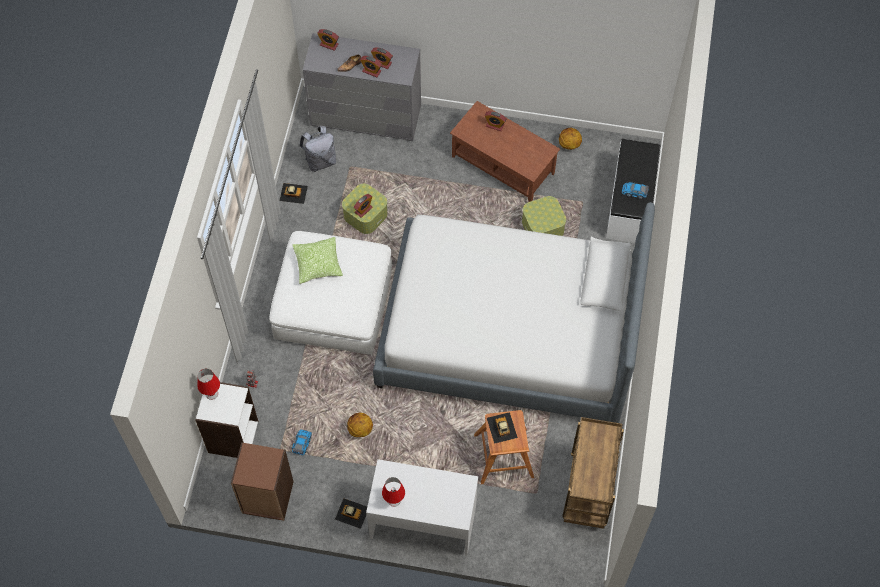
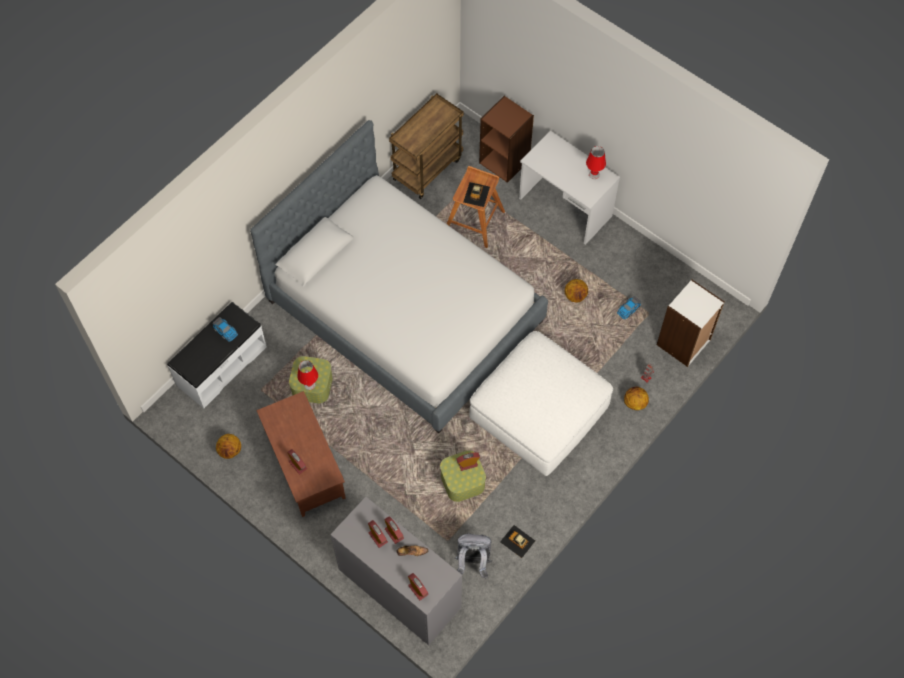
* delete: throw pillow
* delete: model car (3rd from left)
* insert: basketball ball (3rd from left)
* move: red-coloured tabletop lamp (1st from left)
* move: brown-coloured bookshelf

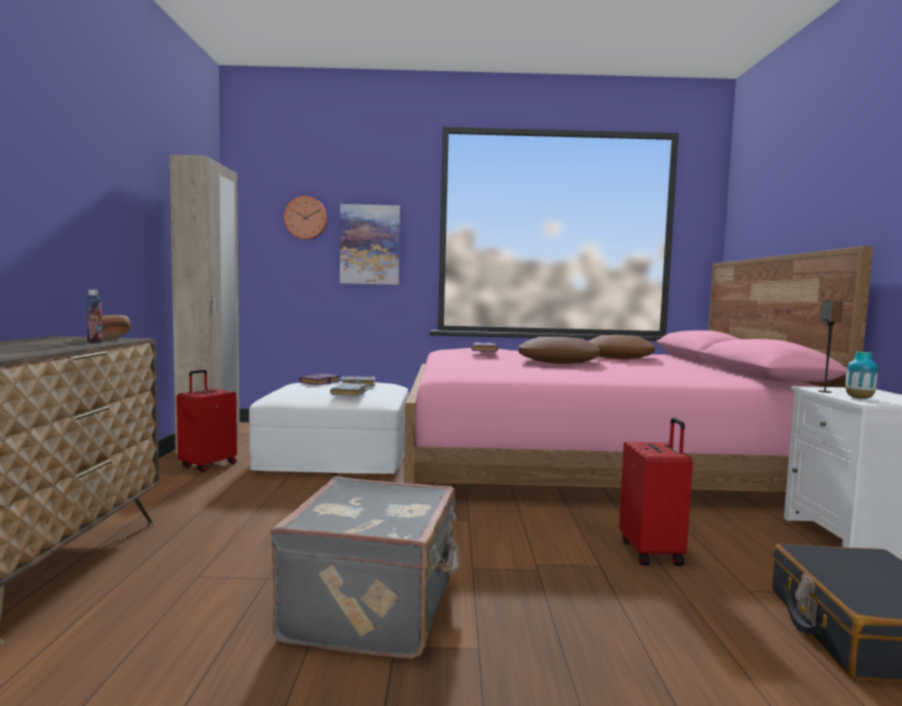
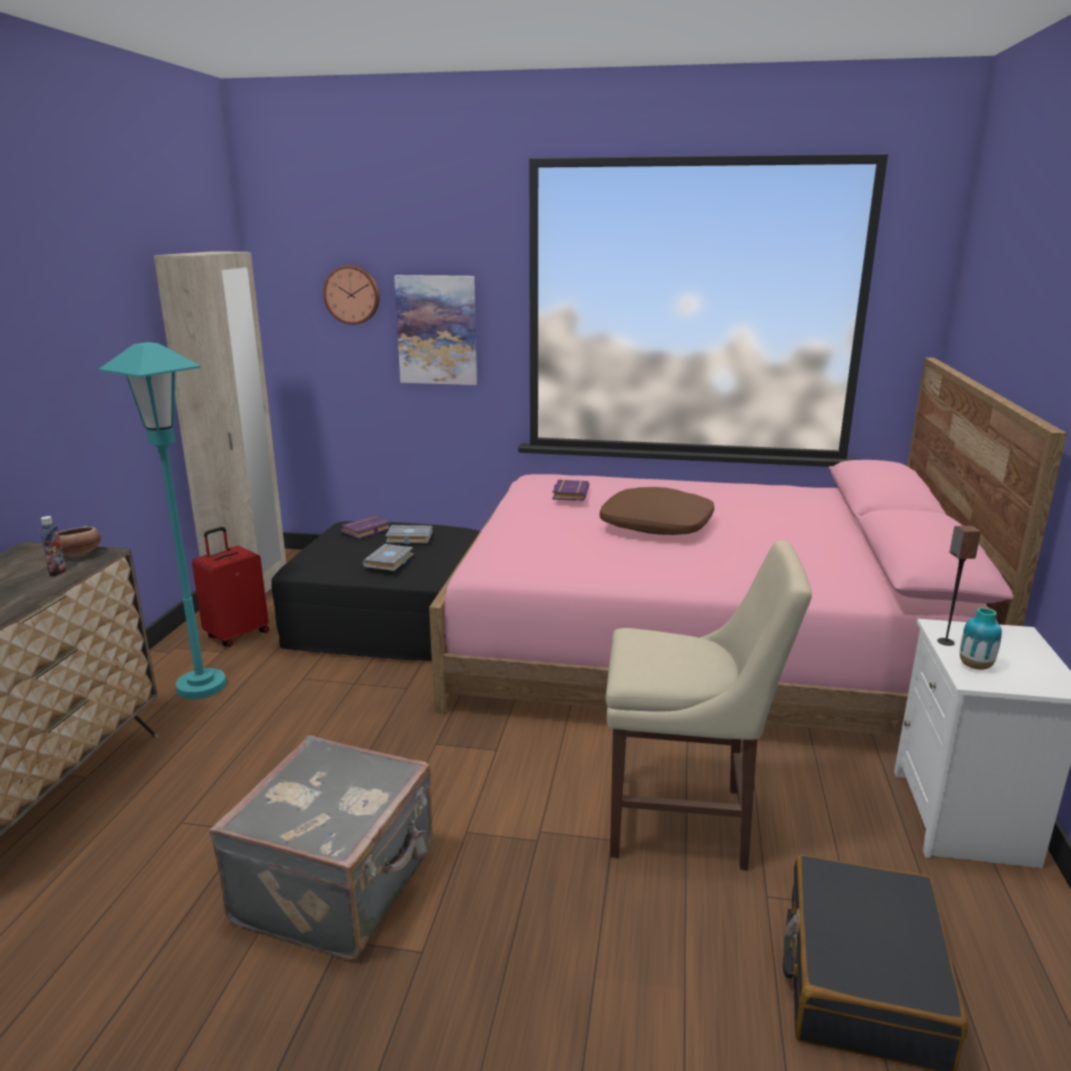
* delete: brown-coloured throw pillow (2nd from left)
* insert: turquoise floor lamp
* replace: red-coloured piece of luggage (2nd from left) to beige-coloured upright chair
* recolor: whitish footrest to blackish footrest

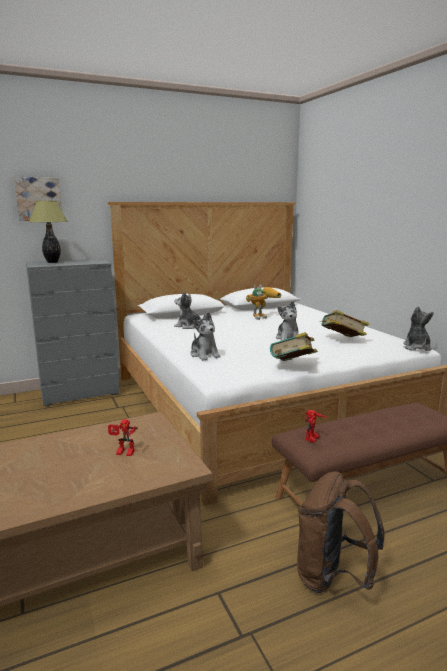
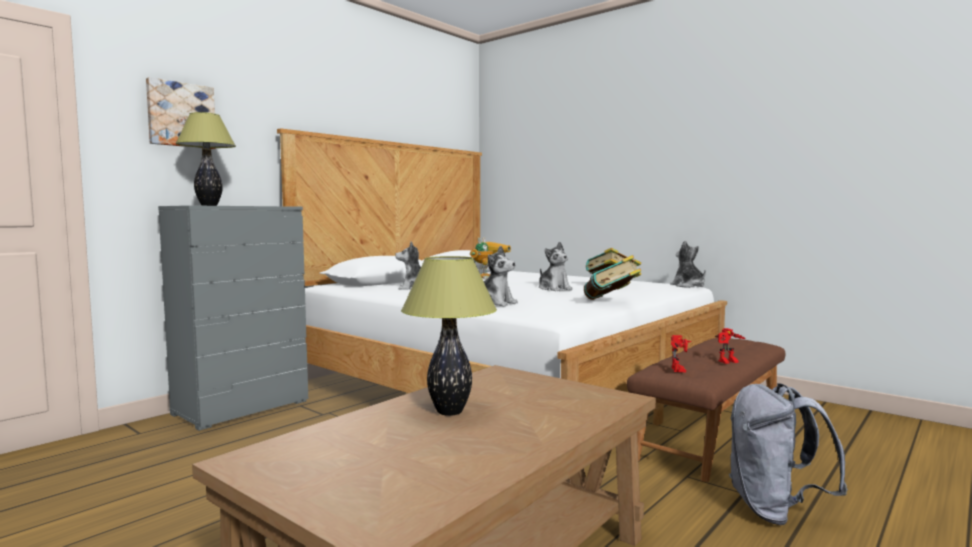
* insert: tabletop lamp (2nd from left)
* move: toy robot (1st from left in the first image) to toy robot (3rd from left)
* recolor: brown-coloured backpack to greyish backpack

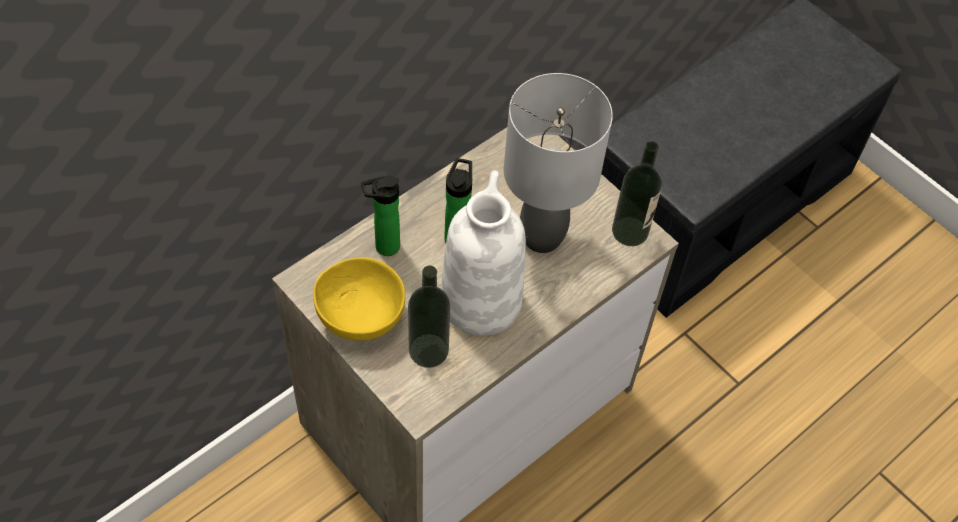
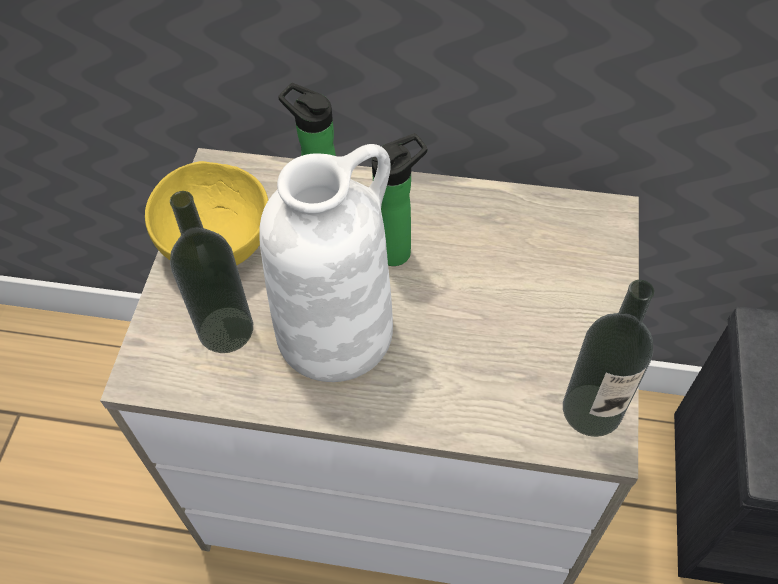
* delete: greyish tabletop lamp

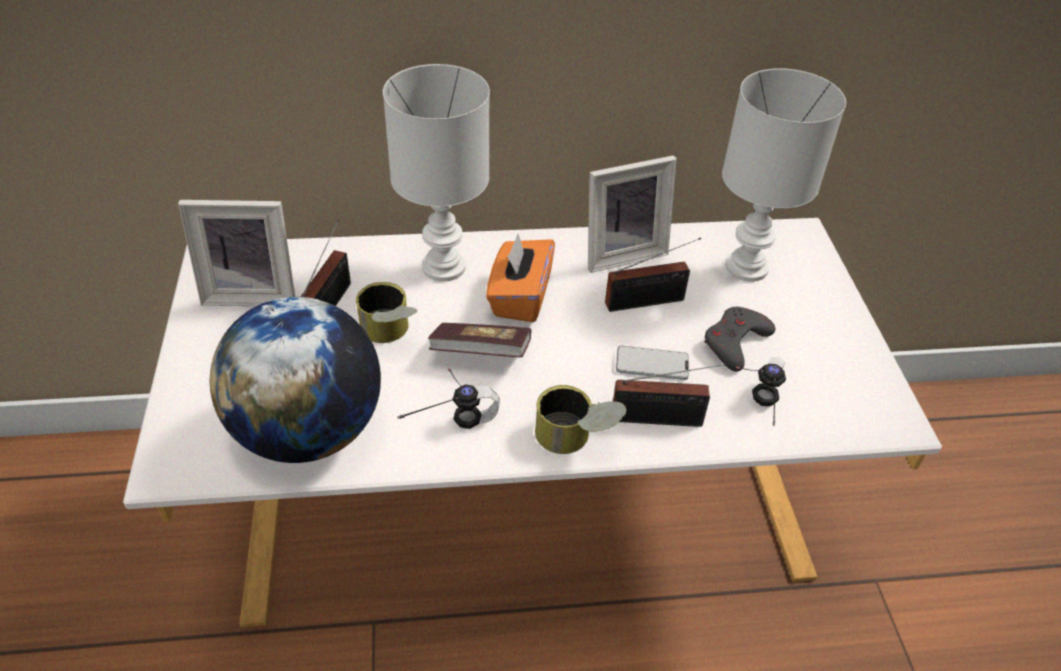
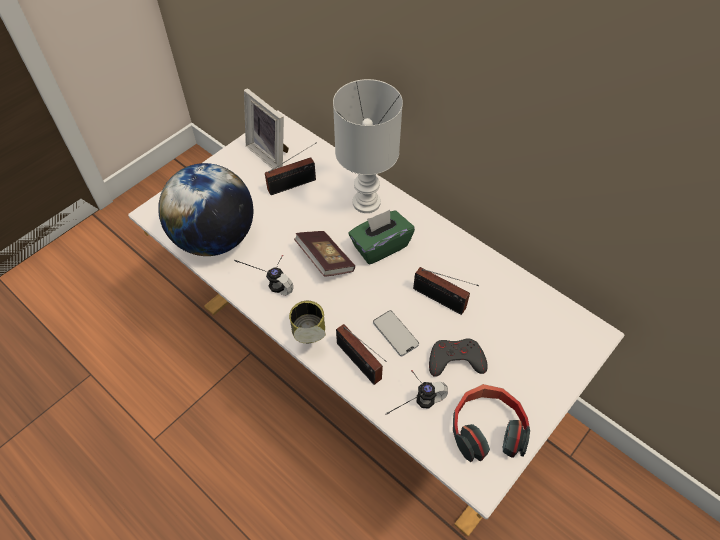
* delete: sealed can (1st from left)
* delete: standing frame (2nd from left)
* delete: whitish tabletop lamp (2nd from left)
* insert: headset (3rd from left)
* recolor: orange tissue holder to greenish tissue holder

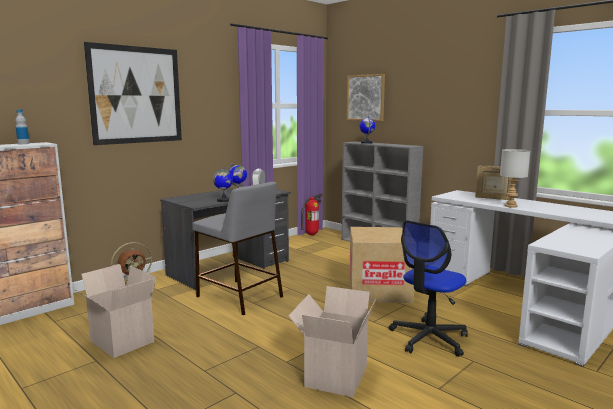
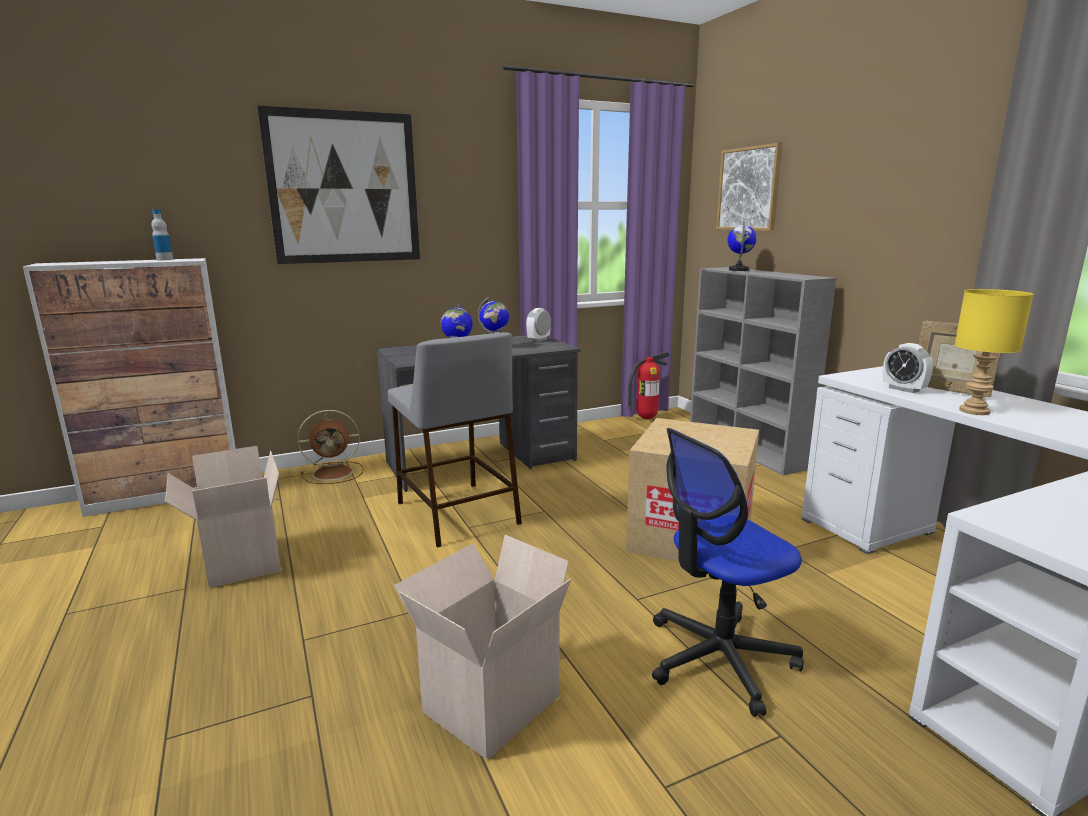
* insert: alarm clock (2nd from left)
* recolor: greyish tabletop lamp to yellow-coloured tabletop lamp

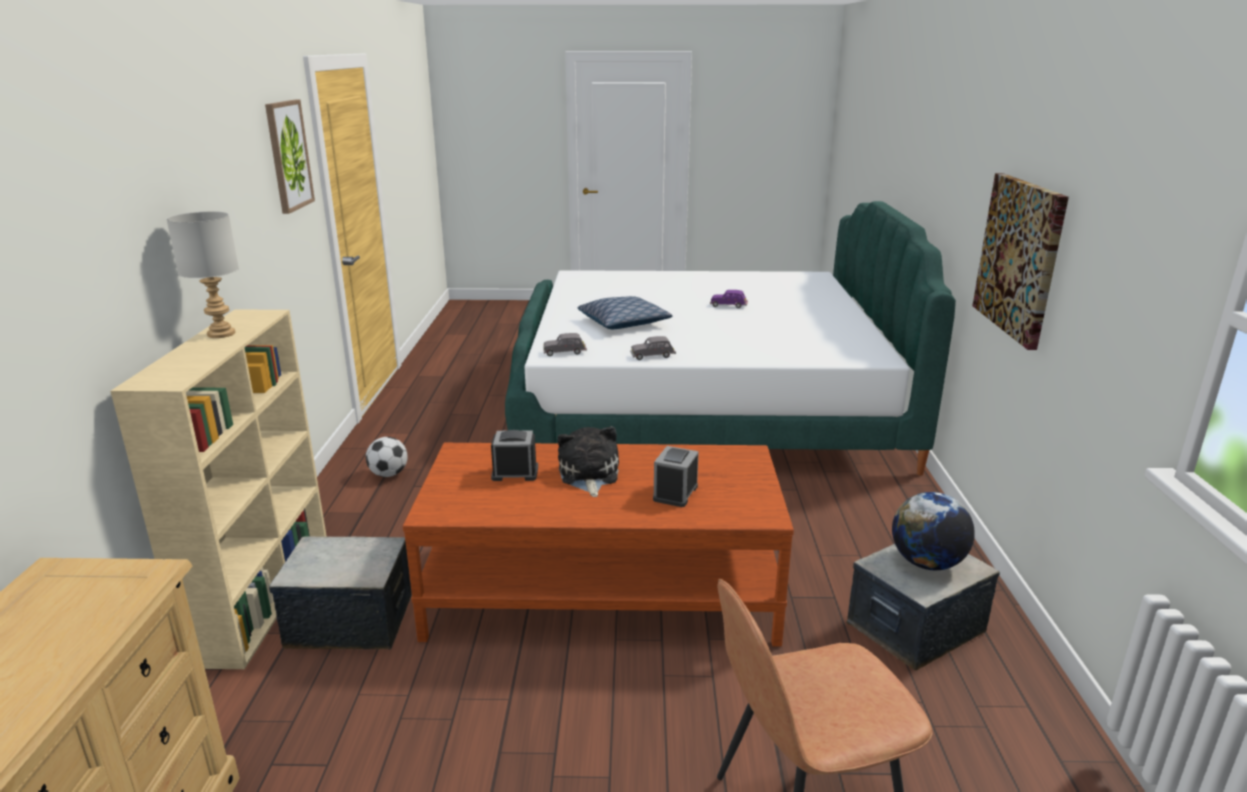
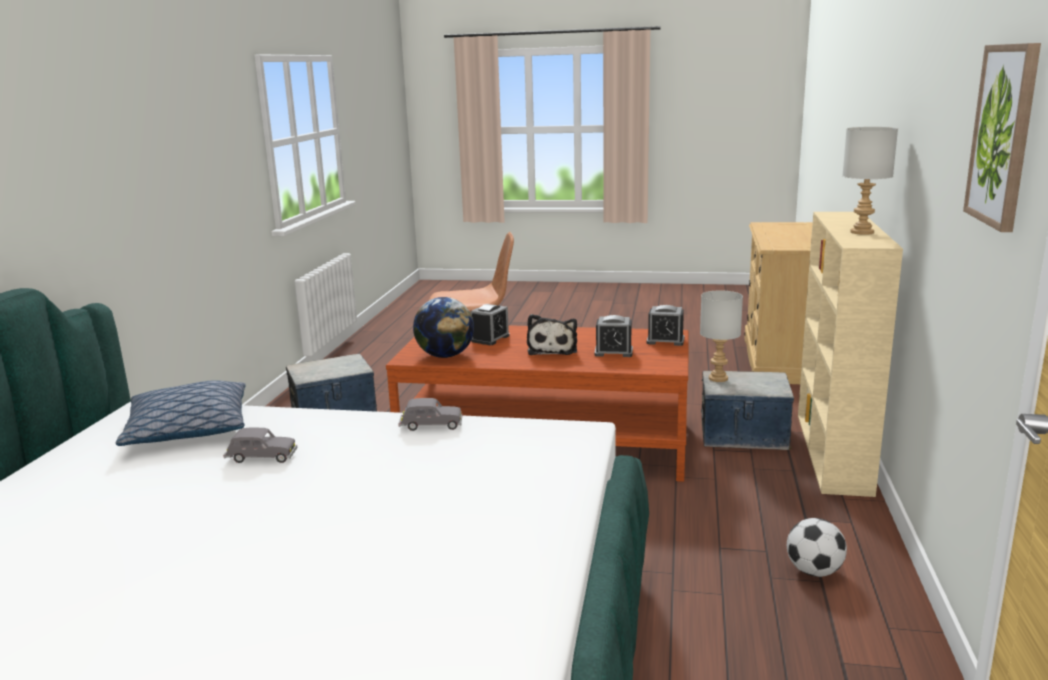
* delete: purplish model car
* delete: picture (2nd from left)
* insert: alarm clock (3rd from left)
* insert: greyish tabletop lamp (1st from left)
* move: greyish model car (1st from left)
* move: throw pillow
* move: world globe

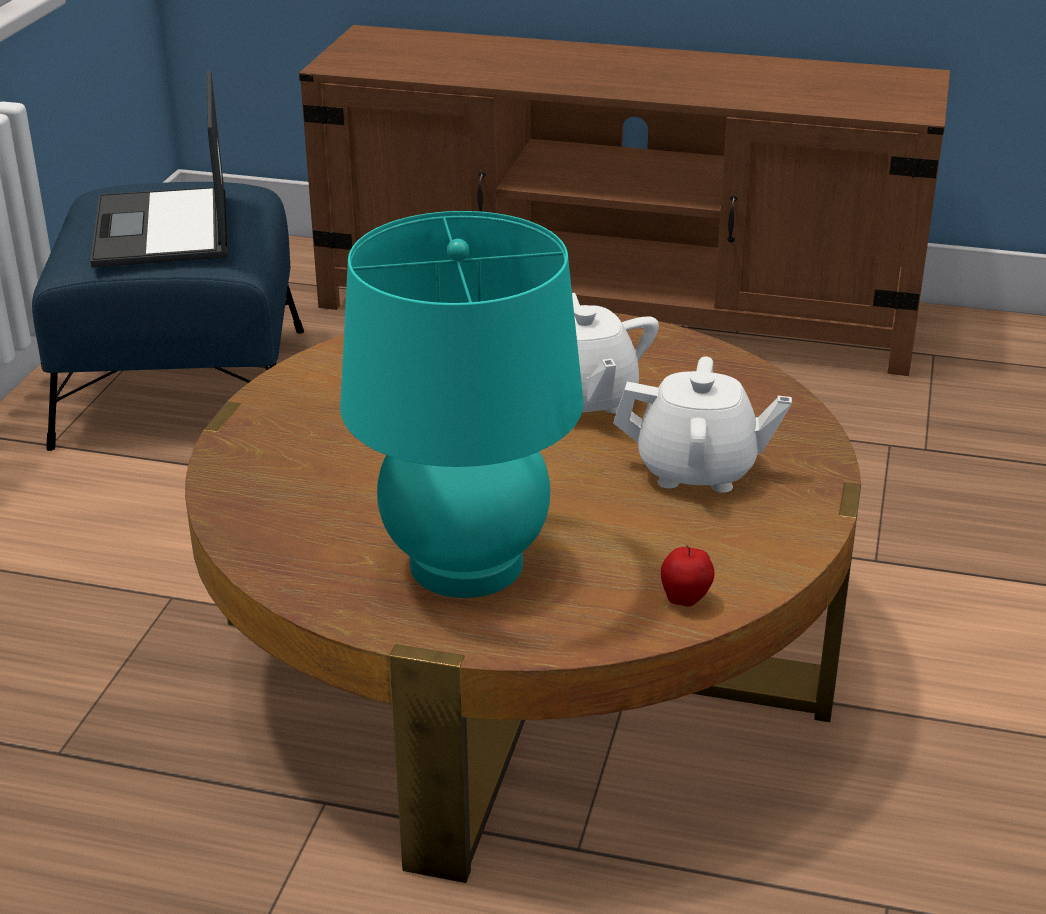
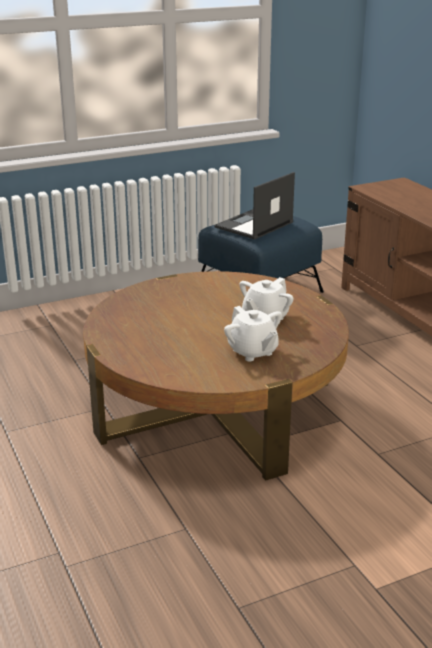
* delete: turquoise tabletop lamp
* delete: apple fruit

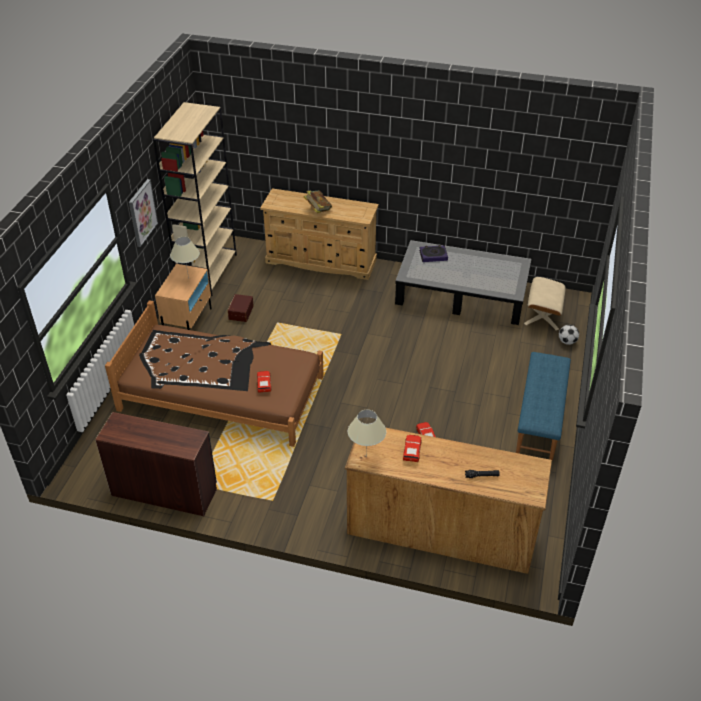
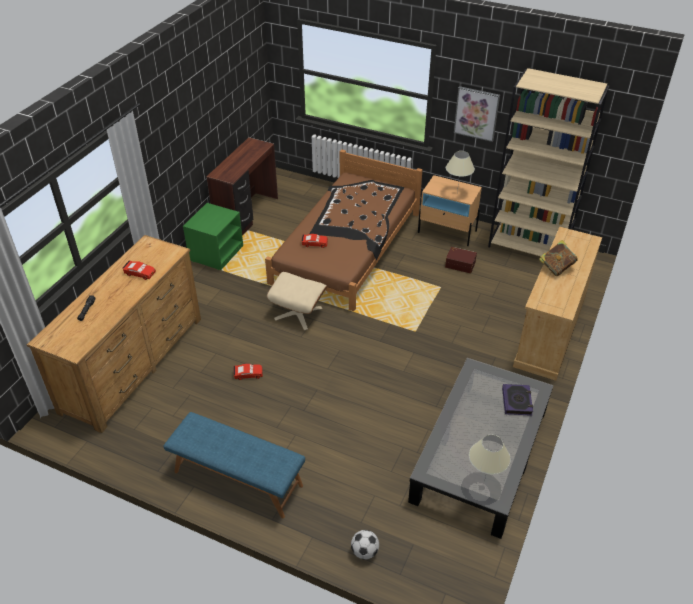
* insert: greenish bedside table
* move: beige-coloured tabletop lamp (2nd from left)
* move: beige-coloured footrest

